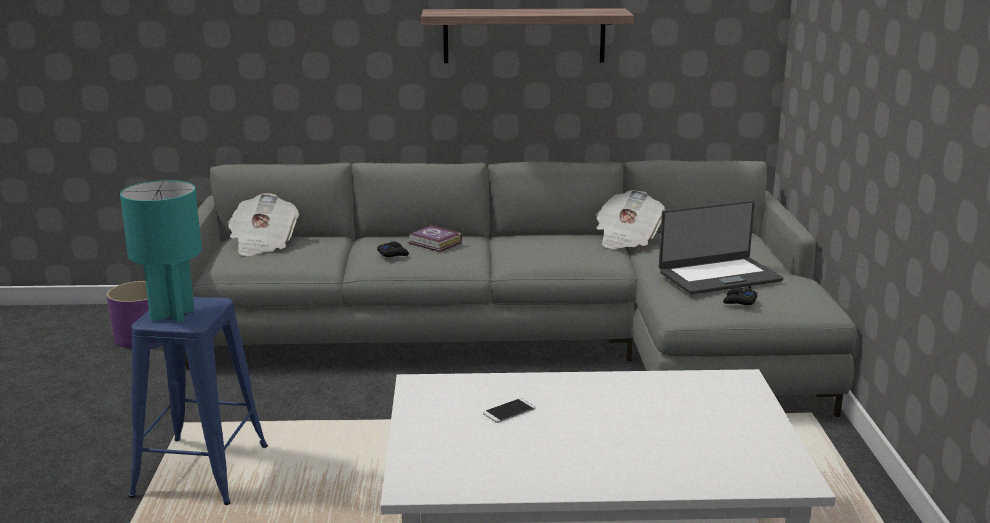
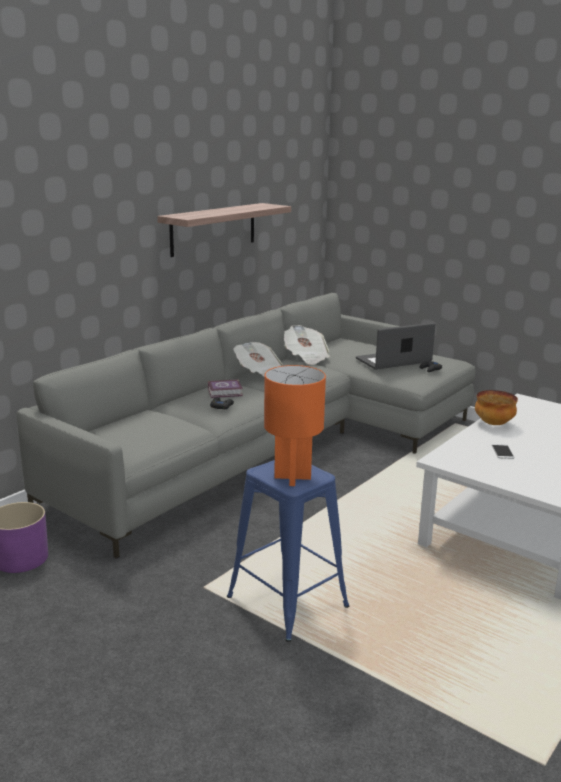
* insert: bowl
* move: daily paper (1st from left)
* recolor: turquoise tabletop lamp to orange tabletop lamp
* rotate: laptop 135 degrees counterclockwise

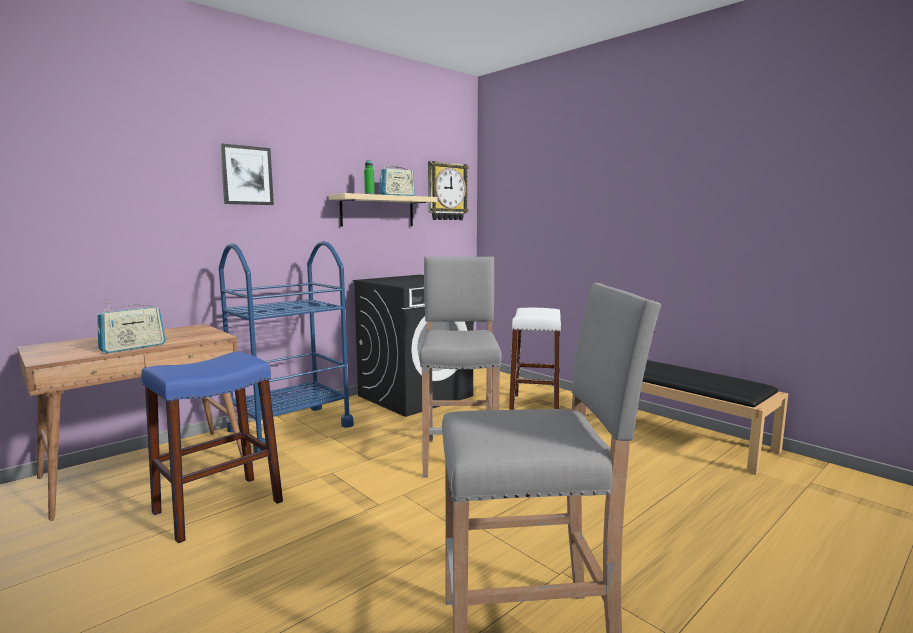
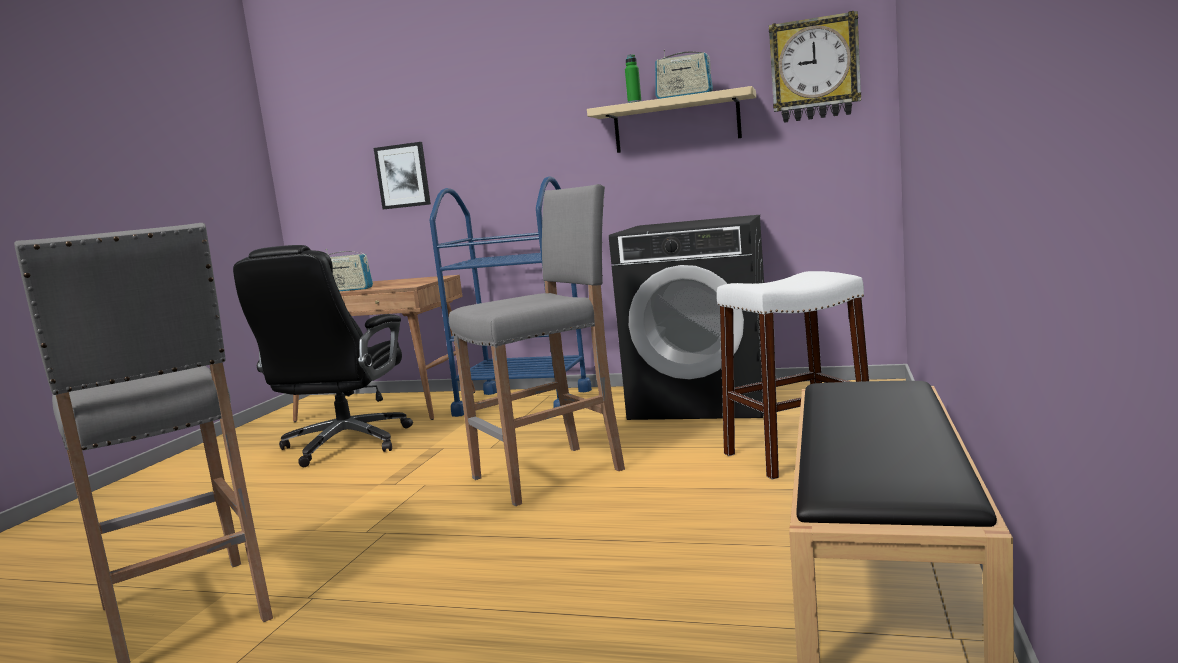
* move: picture
* replace: blue stool to blackish office chair

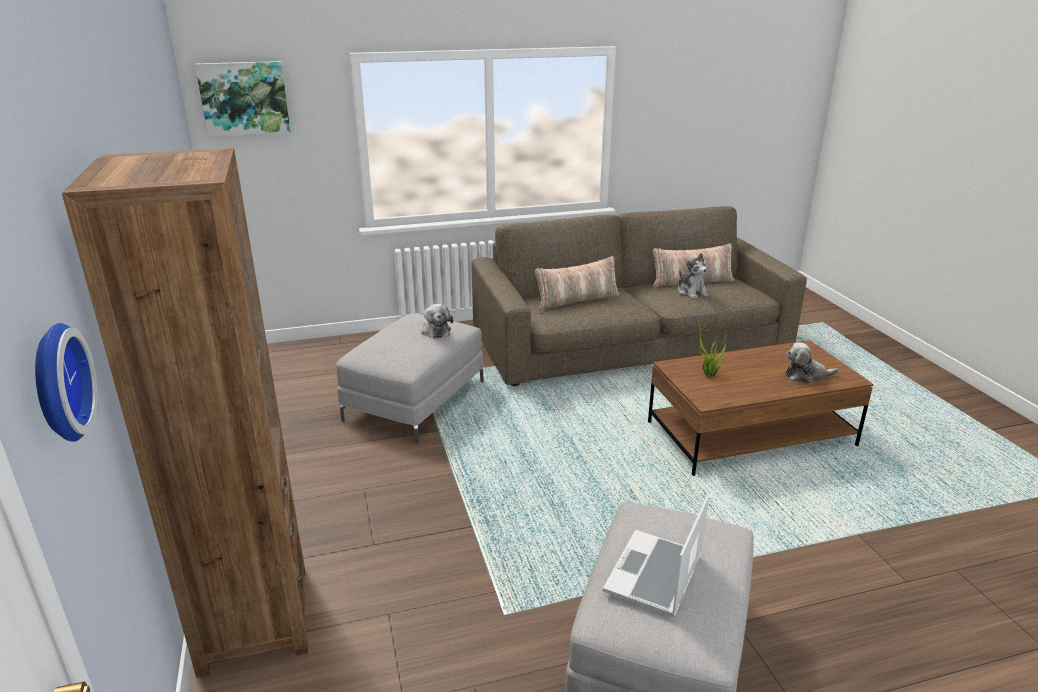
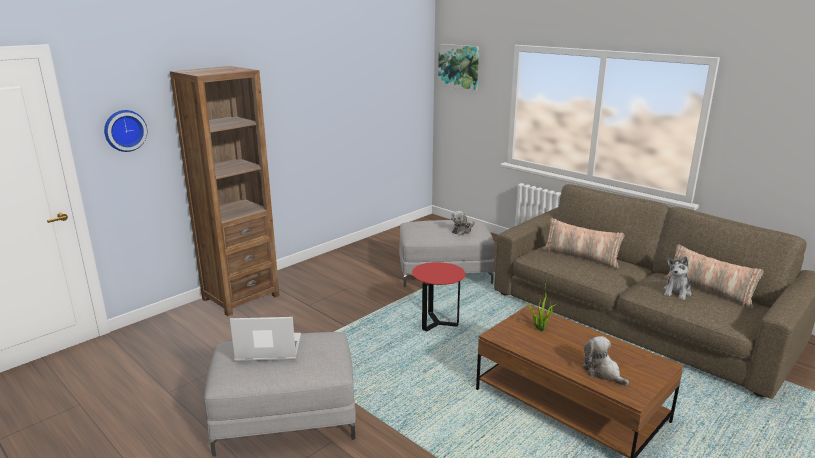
* insert: red-coloured accent table

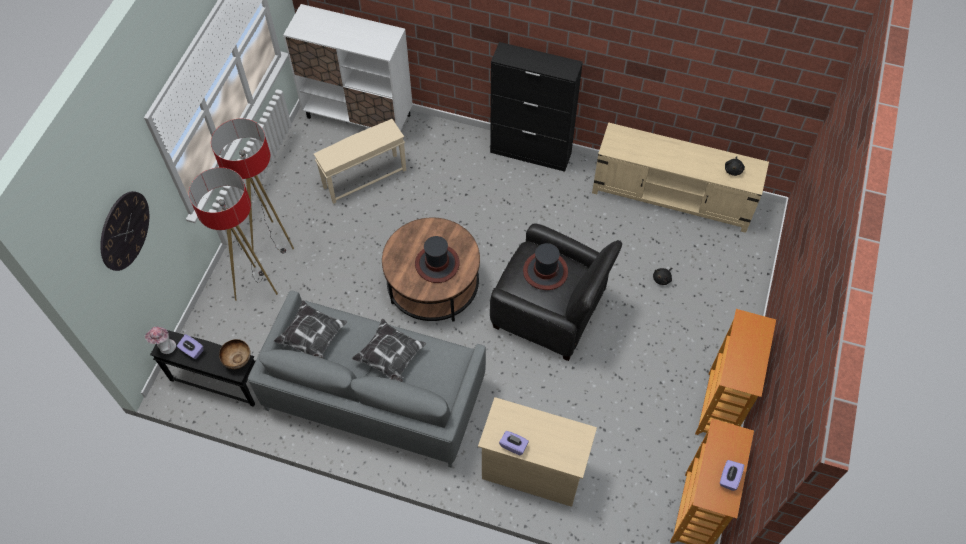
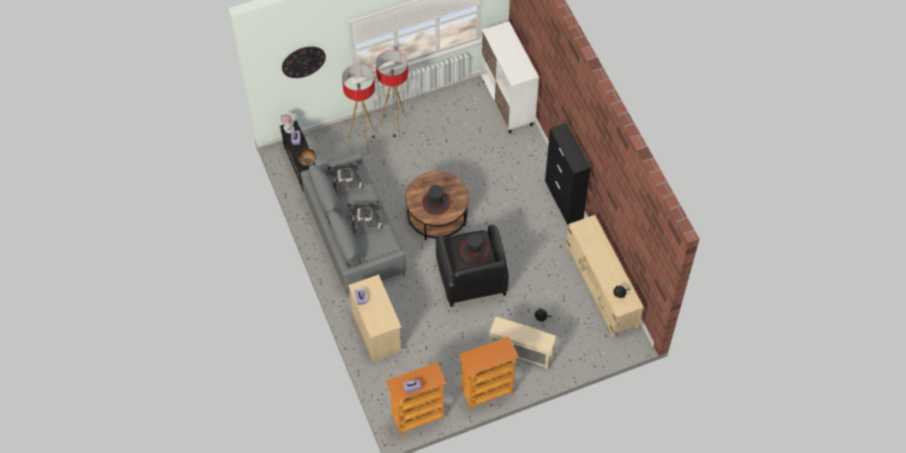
* move: beige-coloured accent table

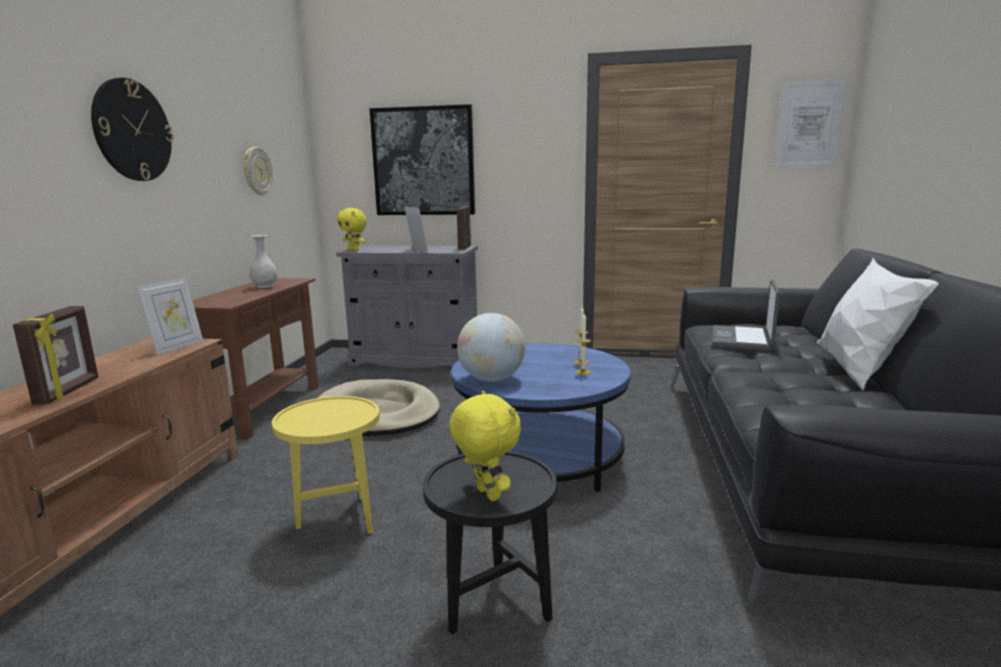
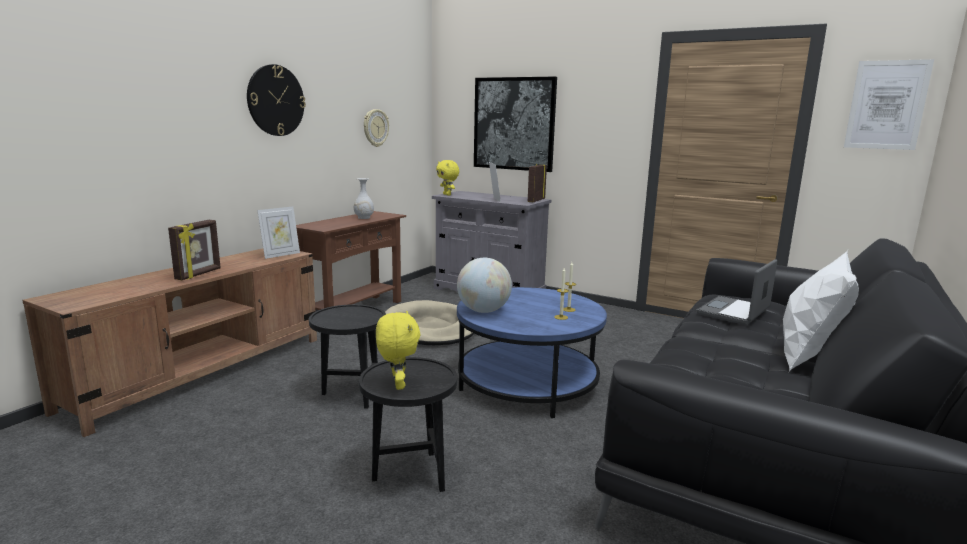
* recolor: yellow-coloured accent table to blackish accent table (1st from left)

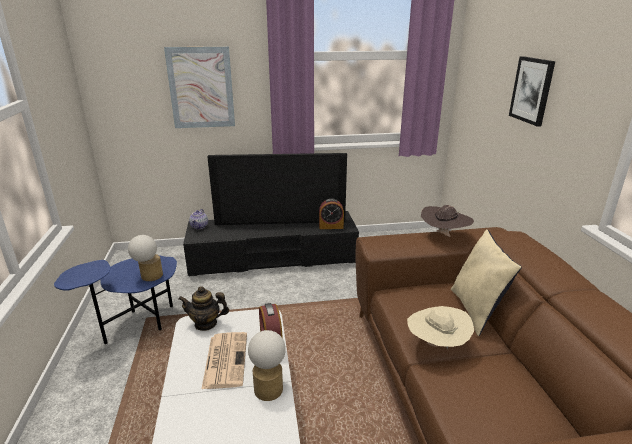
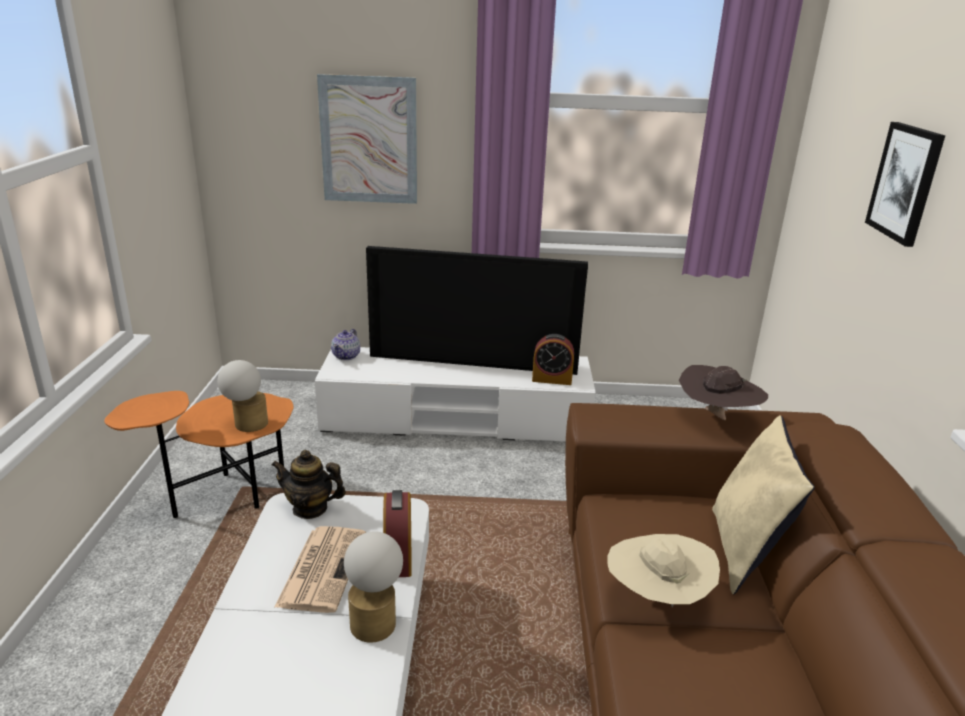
* recolor: blue accent table to orange accent table
* recolor: blackish tv unit to whitish tv unit

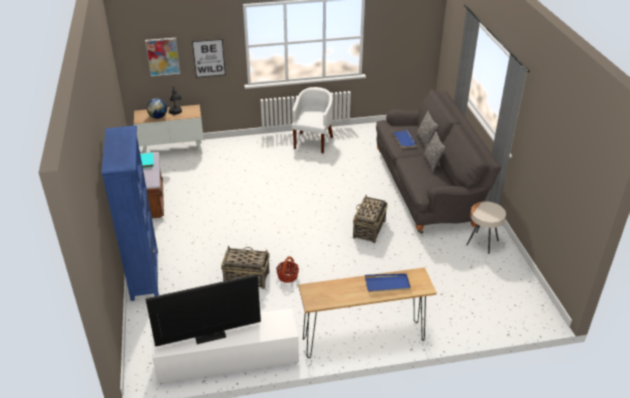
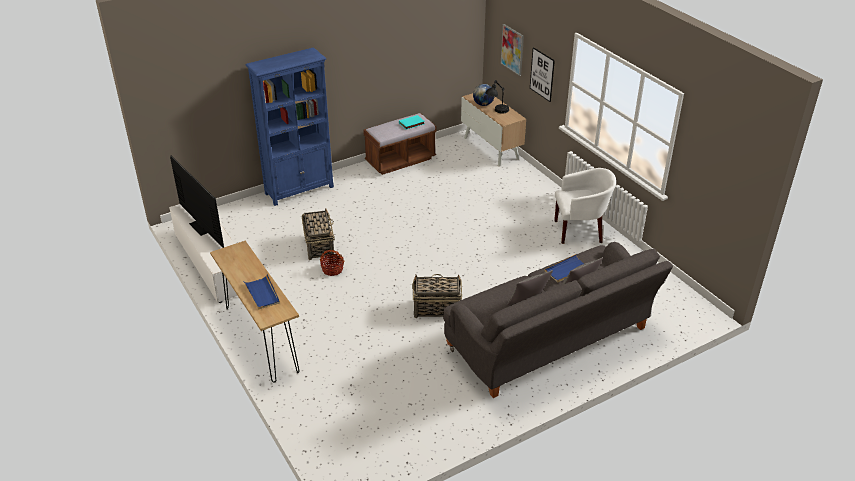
* delete: beige-coloured accent table

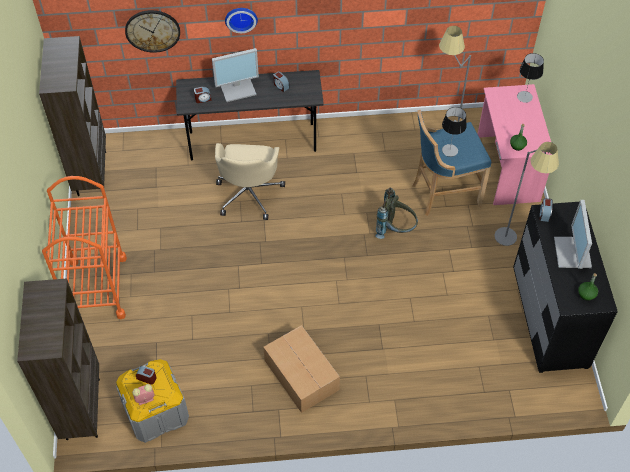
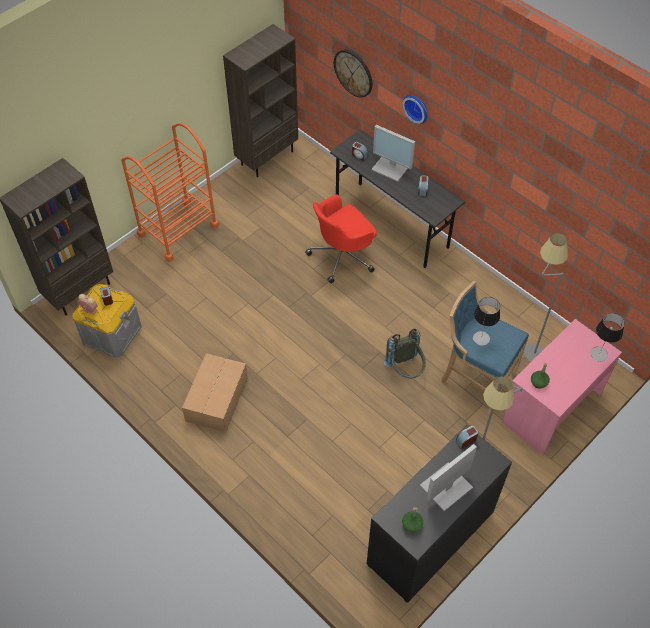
* recolor: beige-coloured office chair to red-coloured office chair

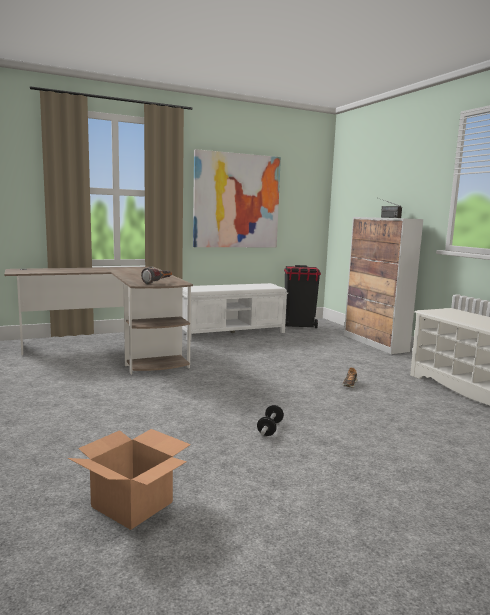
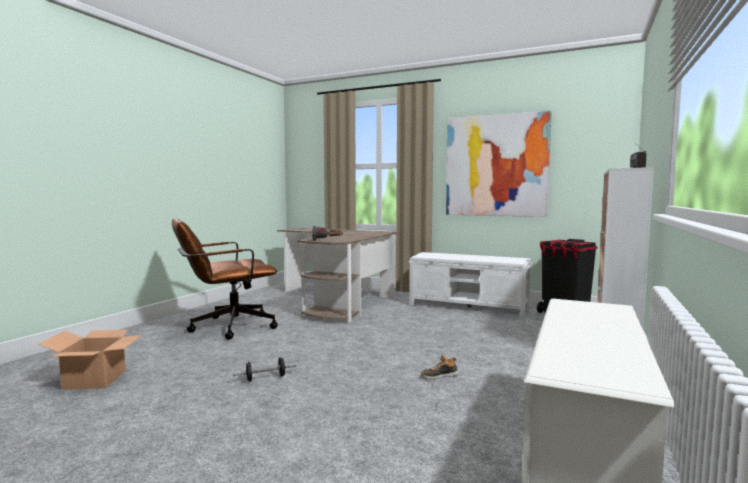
* insert: brown-coloured office chair

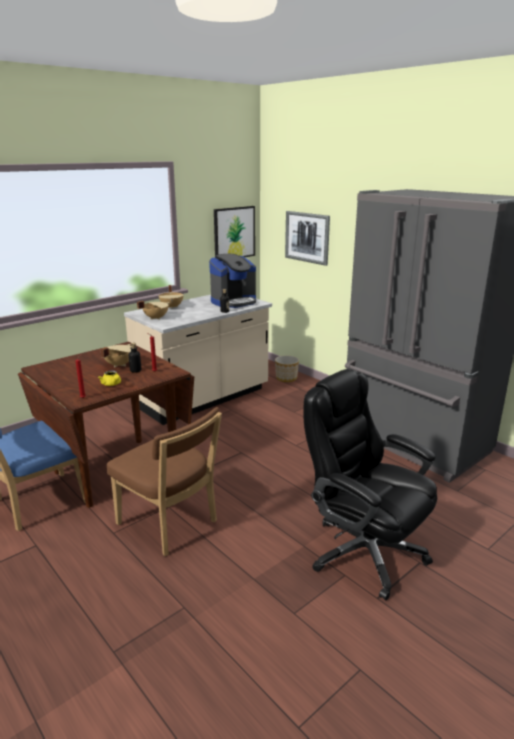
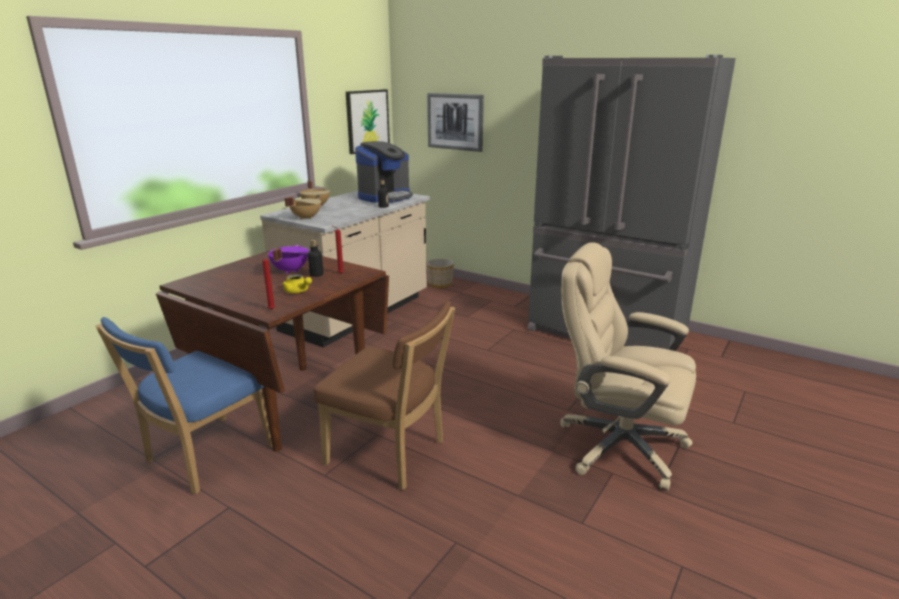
* recolor: beige-coloured cooking pot (1st from left) to purplish cooking pot
* recolor: blackish office chair to beige-coloured office chair

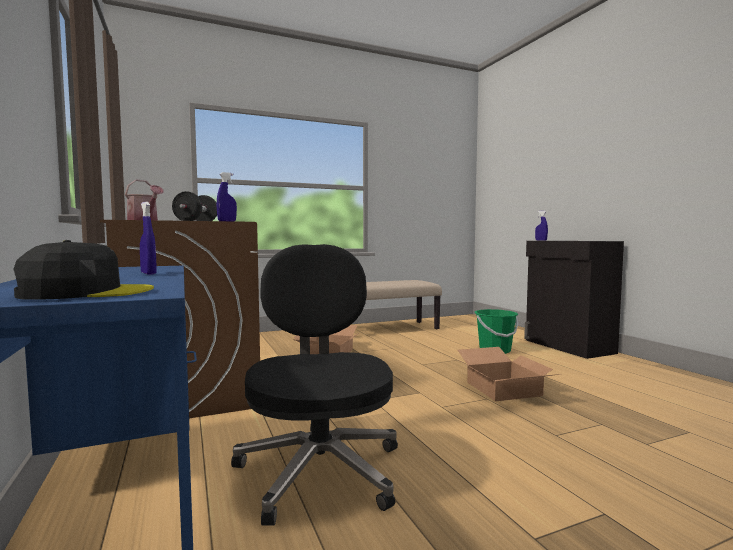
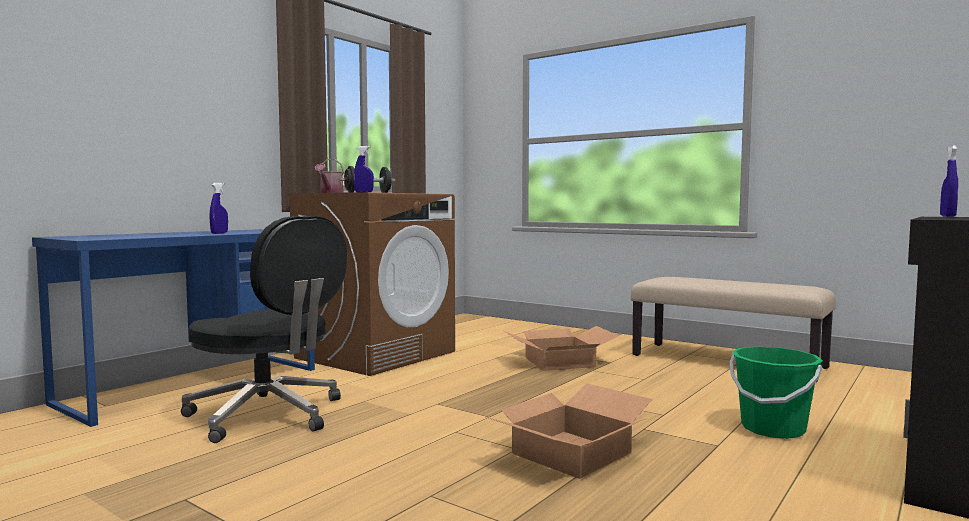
* delete: blackish peaked cap
* rotate: blackish office chair 75 degrees clockwise

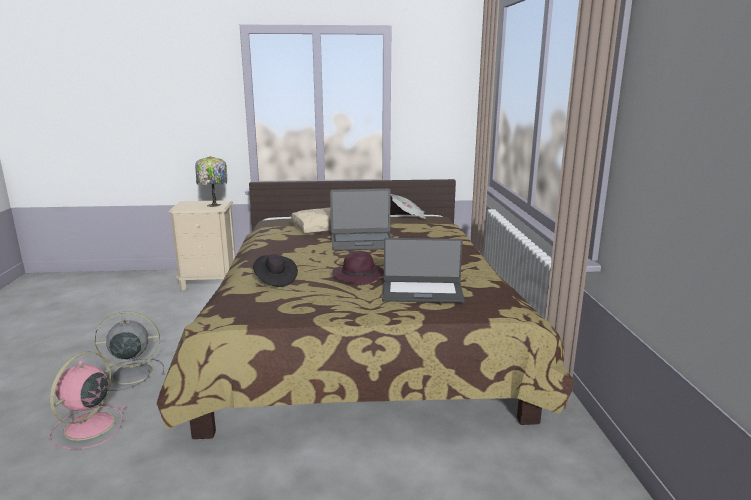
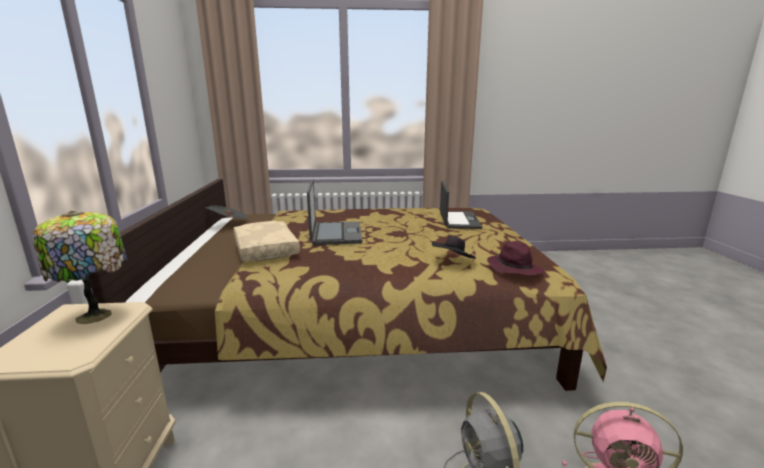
* move: purplish clothing hat

